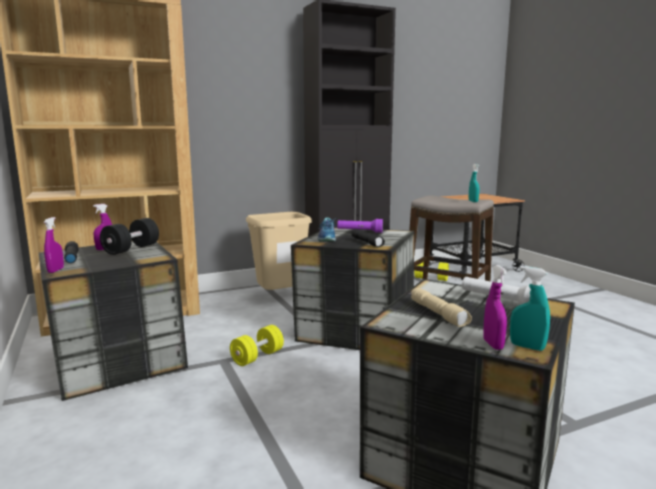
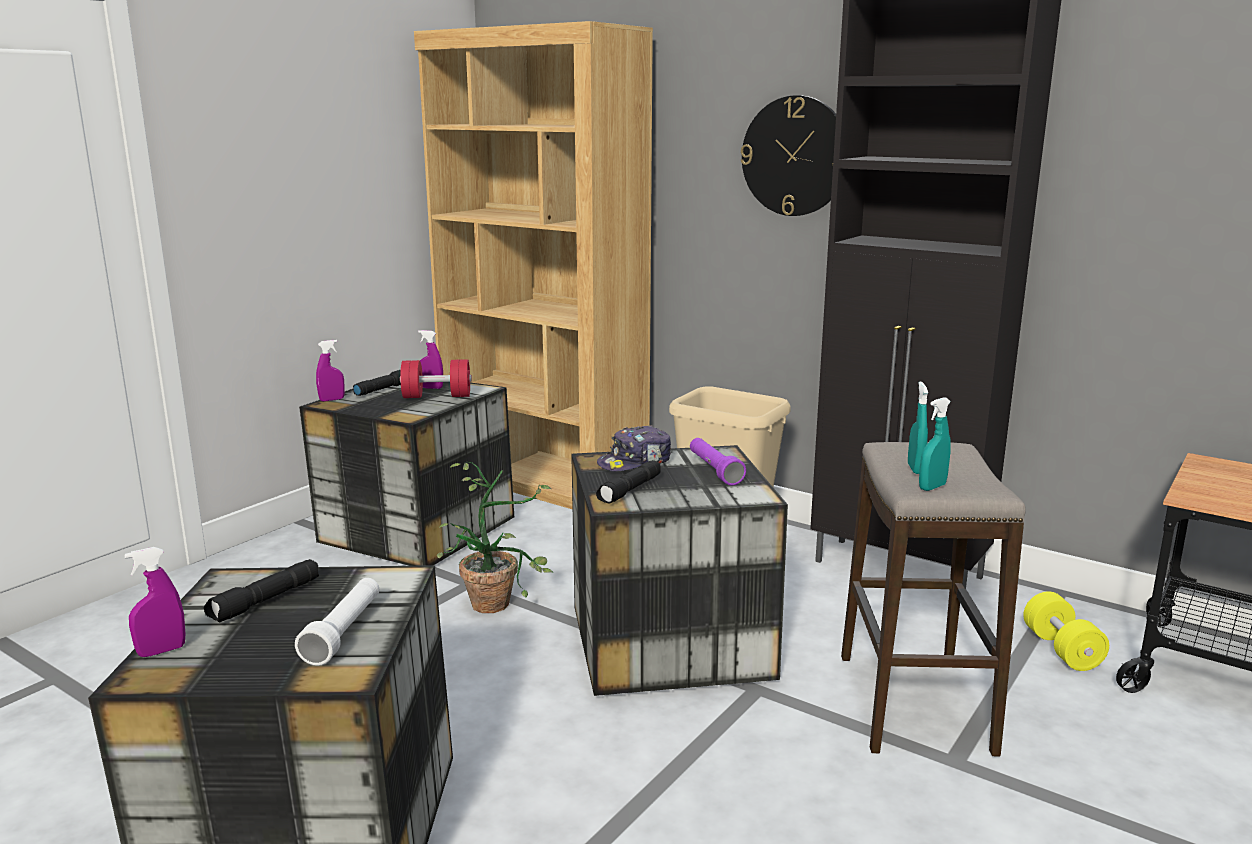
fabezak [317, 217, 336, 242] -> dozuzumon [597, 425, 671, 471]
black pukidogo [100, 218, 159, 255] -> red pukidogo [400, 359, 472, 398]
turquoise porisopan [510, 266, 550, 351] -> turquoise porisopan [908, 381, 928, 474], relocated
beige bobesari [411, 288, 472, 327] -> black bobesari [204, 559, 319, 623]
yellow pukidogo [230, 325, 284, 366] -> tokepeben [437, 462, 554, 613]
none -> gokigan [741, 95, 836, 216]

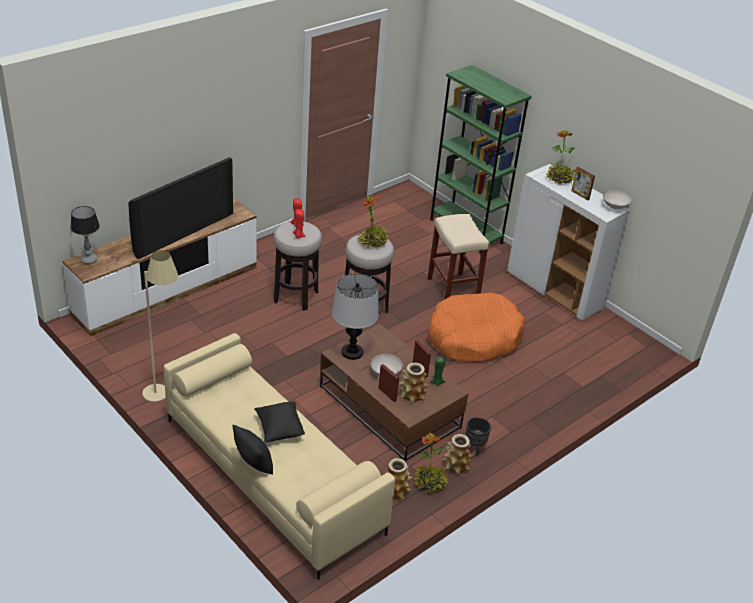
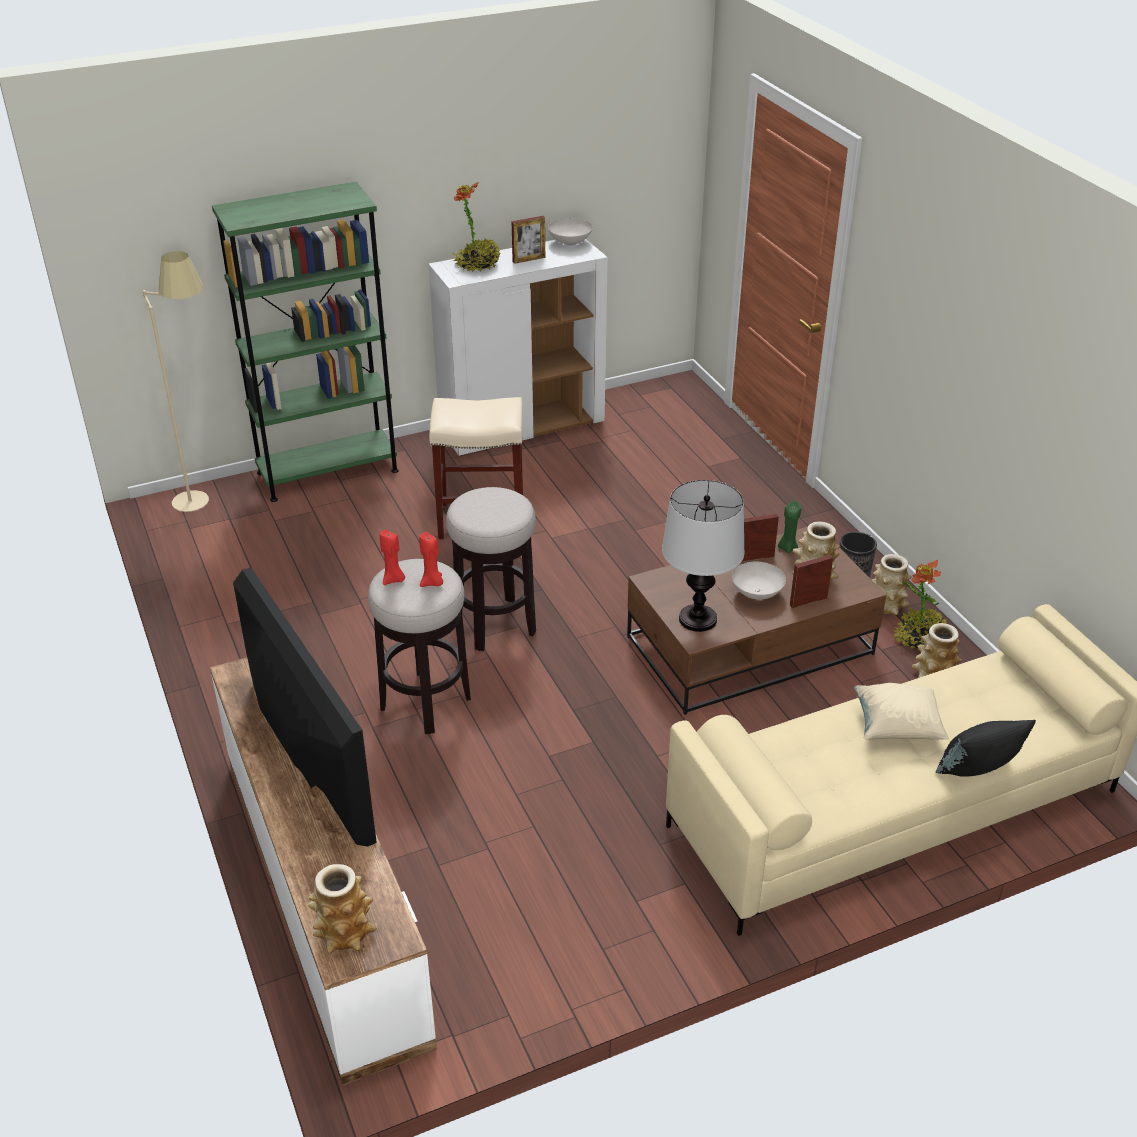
tokepeben [358, 195, 389, 249] -> none
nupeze [70, 206, 100, 264] -> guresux [308, 864, 376, 953]
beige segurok [142, 250, 178, 402] -> beige segurok [143, 251, 209, 512], relocated
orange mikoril [427, 293, 525, 363] -> none
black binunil [255, 401, 305, 442] -> beige binunil [854, 683, 949, 740]

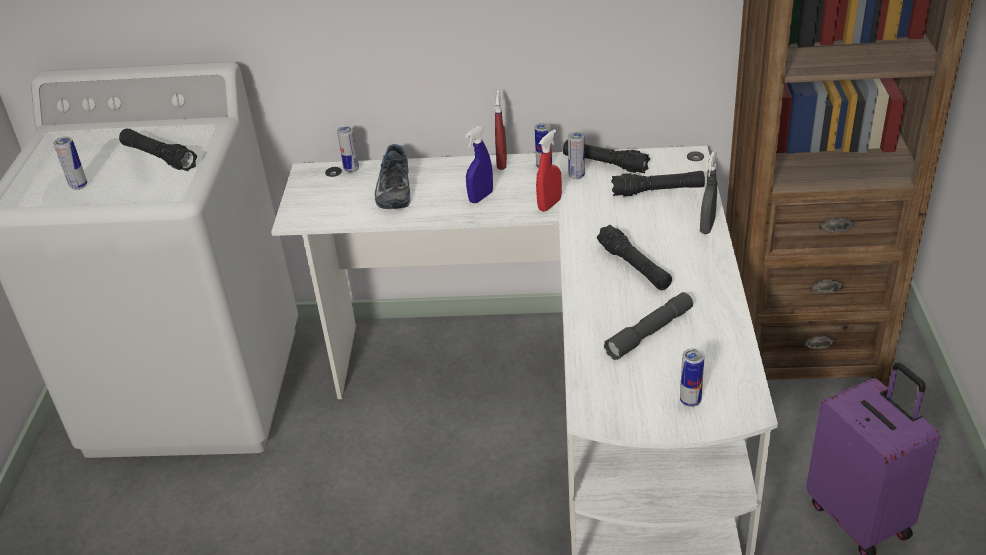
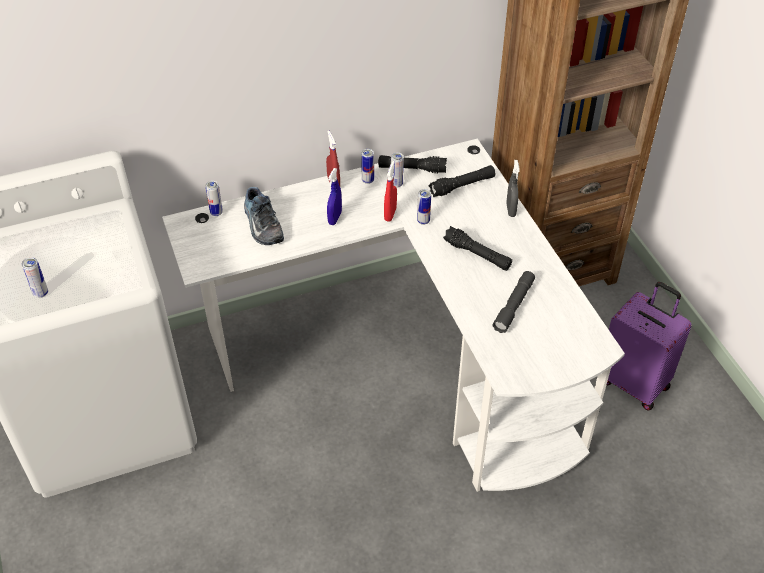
black bobesari [119, 128, 197, 171] -> none
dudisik [680, 349, 705, 407] -> dudisik [417, 189, 431, 225], relocated

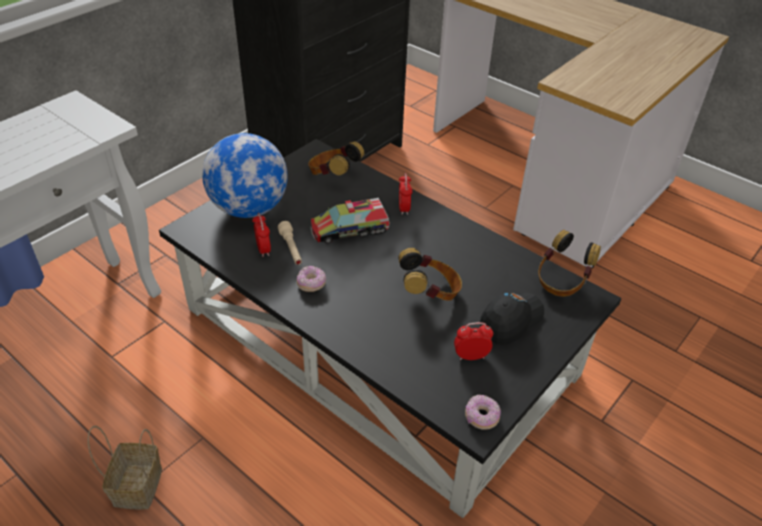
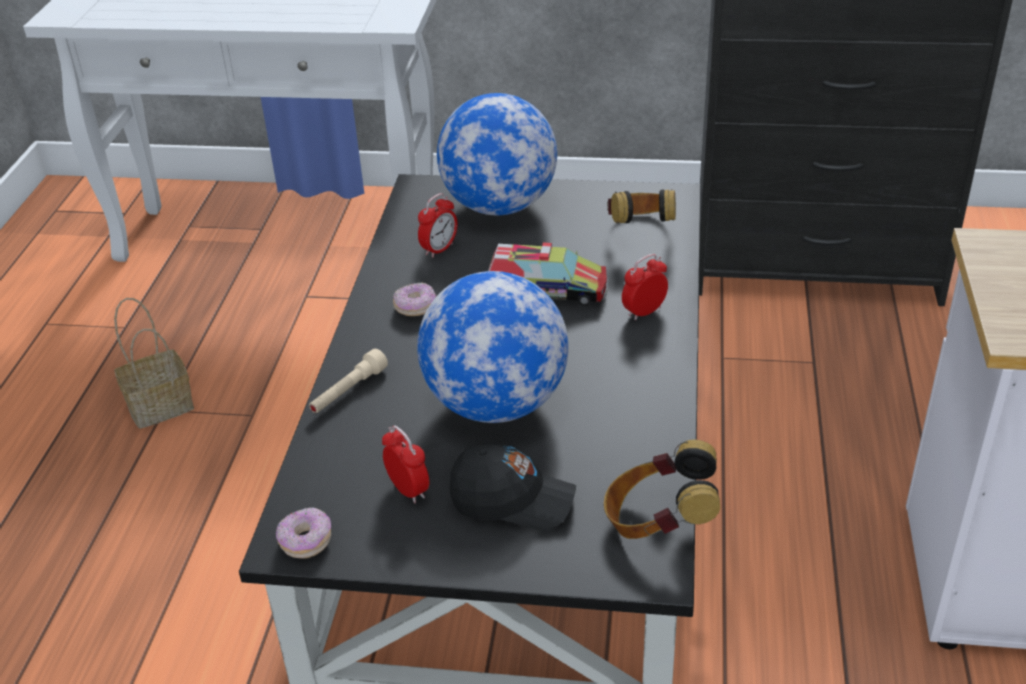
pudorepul [311, 198, 390, 244] -> pudorepul [488, 243, 608, 306], 150 degrees clockwise
beige bobesari [278, 221, 302, 265] -> beige bobesari [309, 349, 388, 413], relocated
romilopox [398, 248, 462, 301] -> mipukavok [417, 271, 569, 423]

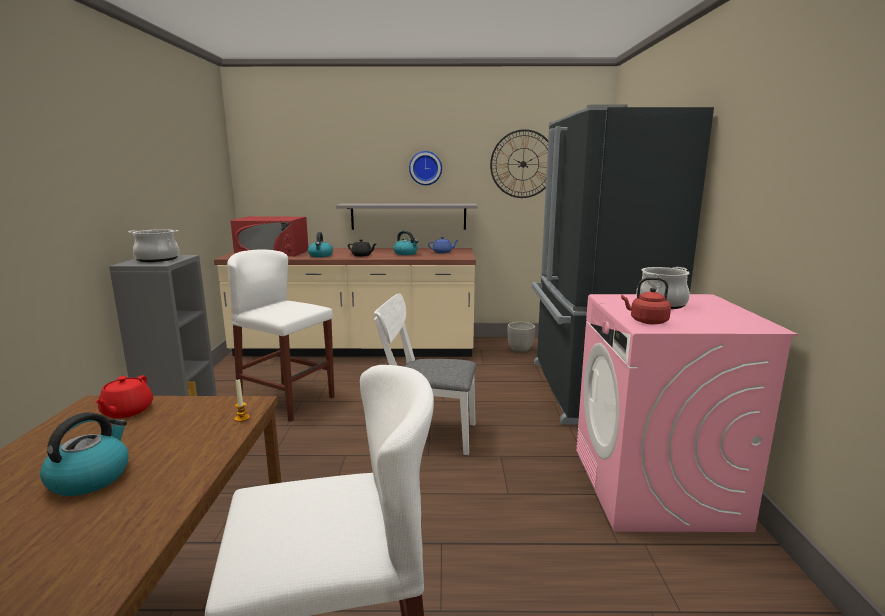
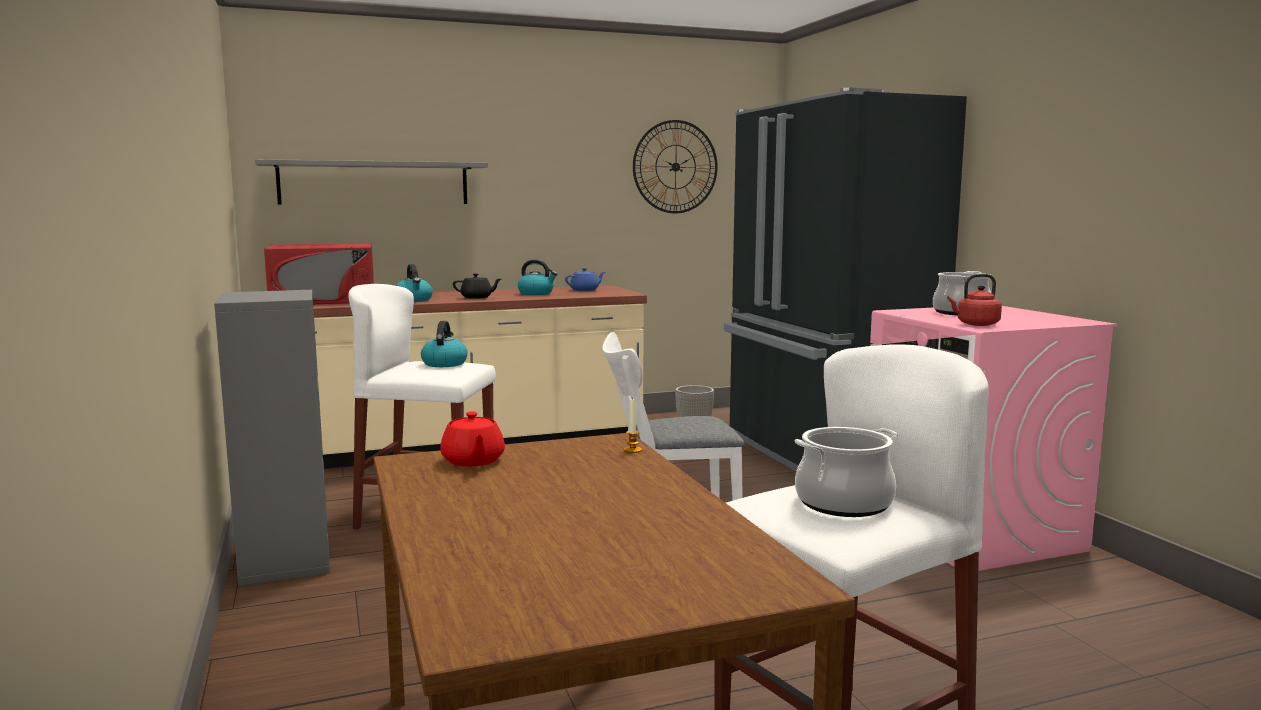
gokigan [409, 151, 442, 185] -> none
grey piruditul [336, 204, 478, 230] -> grey piruditul [255, 159, 488, 204], relocated
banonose [128, 229, 179, 262] -> banonose [795, 427, 898, 517], relocated
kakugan [40, 412, 129, 496] -> kakugan [421, 321, 468, 367], relocated

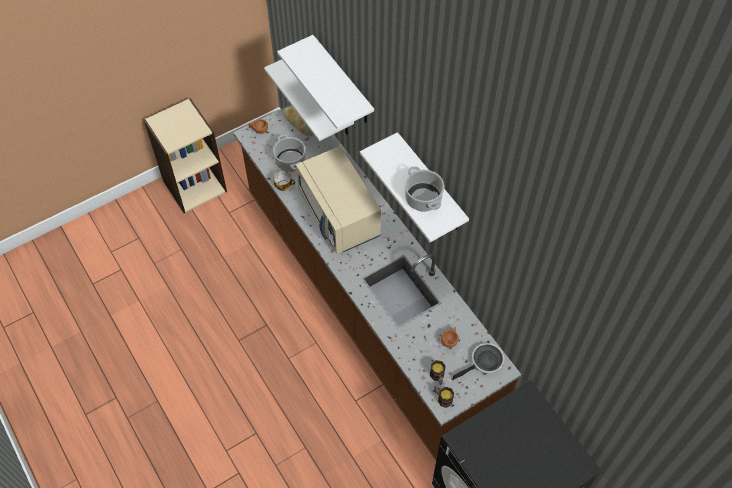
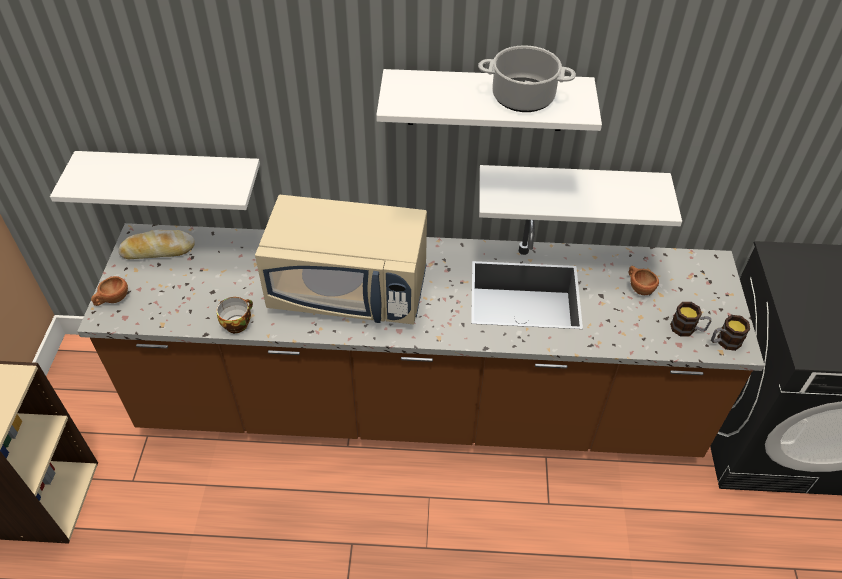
white piruditul [277, 35, 374, 130] -> white piruditul [479, 165, 682, 226], relocated
banonose [273, 134, 306, 172] -> none
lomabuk [453, 343, 504, 380] -> none

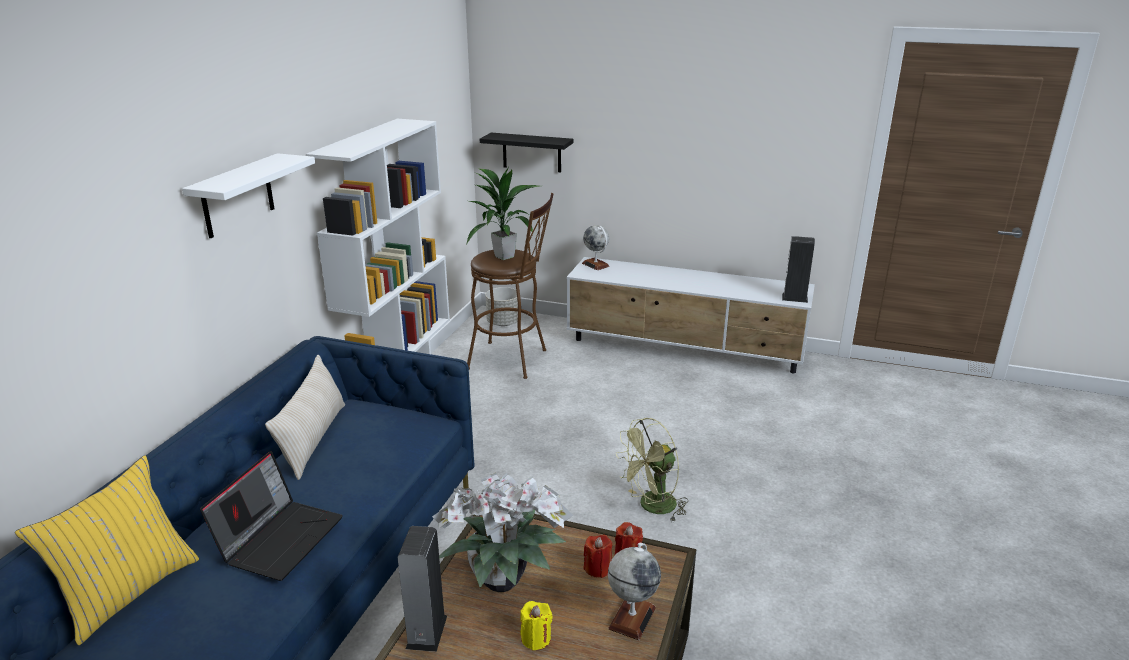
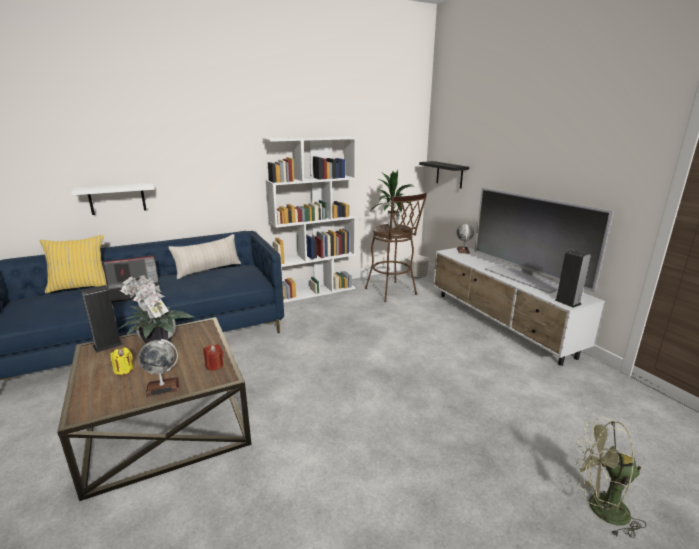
white piruditul [182, 153, 315, 238] -> white piruditul [71, 183, 155, 215], relocated
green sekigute [616, 418, 688, 522] -> green sekigute [574, 417, 646, 538], relocated
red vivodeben [584, 535, 612, 578] -> none
none -> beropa [475, 187, 613, 293]

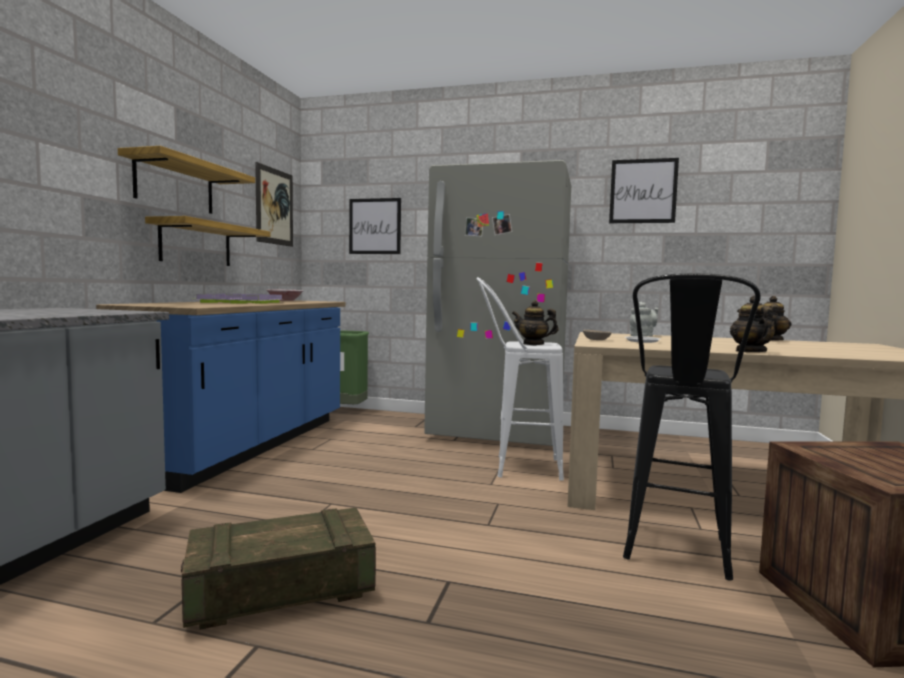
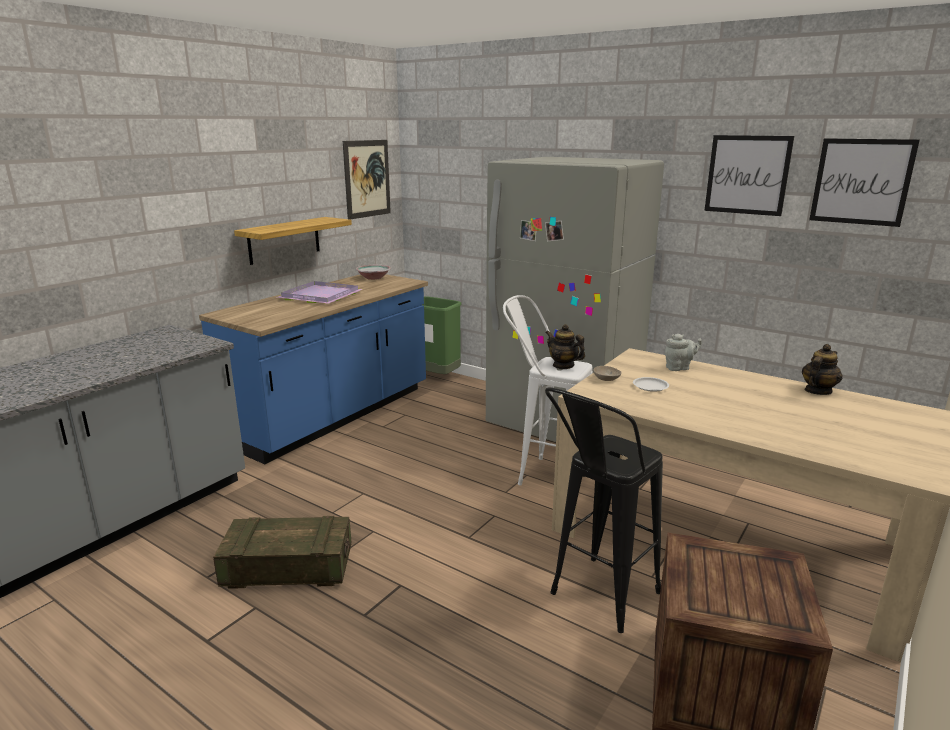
piruditul [118, 146, 255, 214] -> none
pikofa [349, 198, 401, 254] -> pikofa [809, 138, 920, 227], relocated
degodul [730, 296, 775, 352] -> none

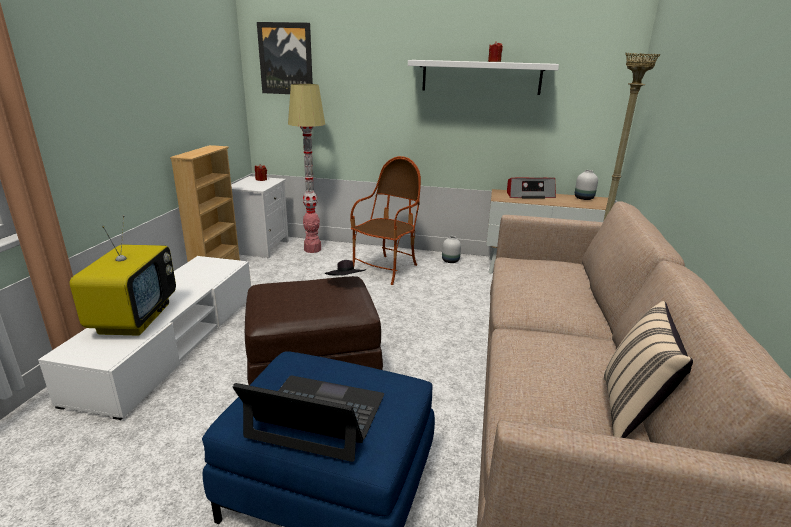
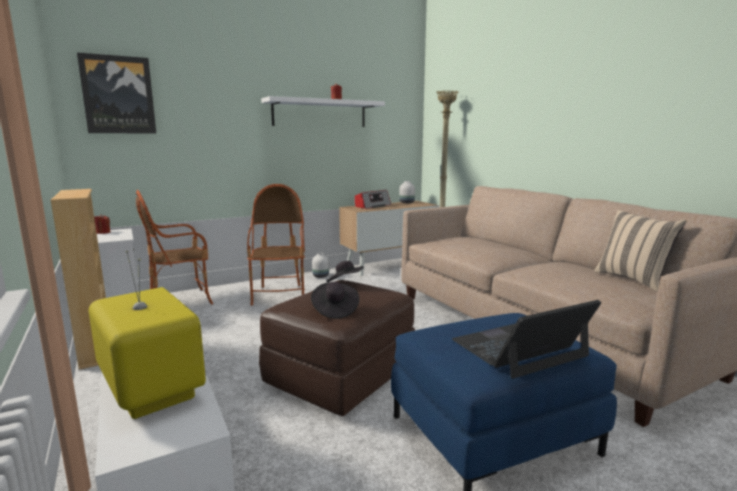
segurok [288, 84, 325, 253] -> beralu [136, 190, 213, 305]
none -> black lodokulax [311, 282, 359, 319]

